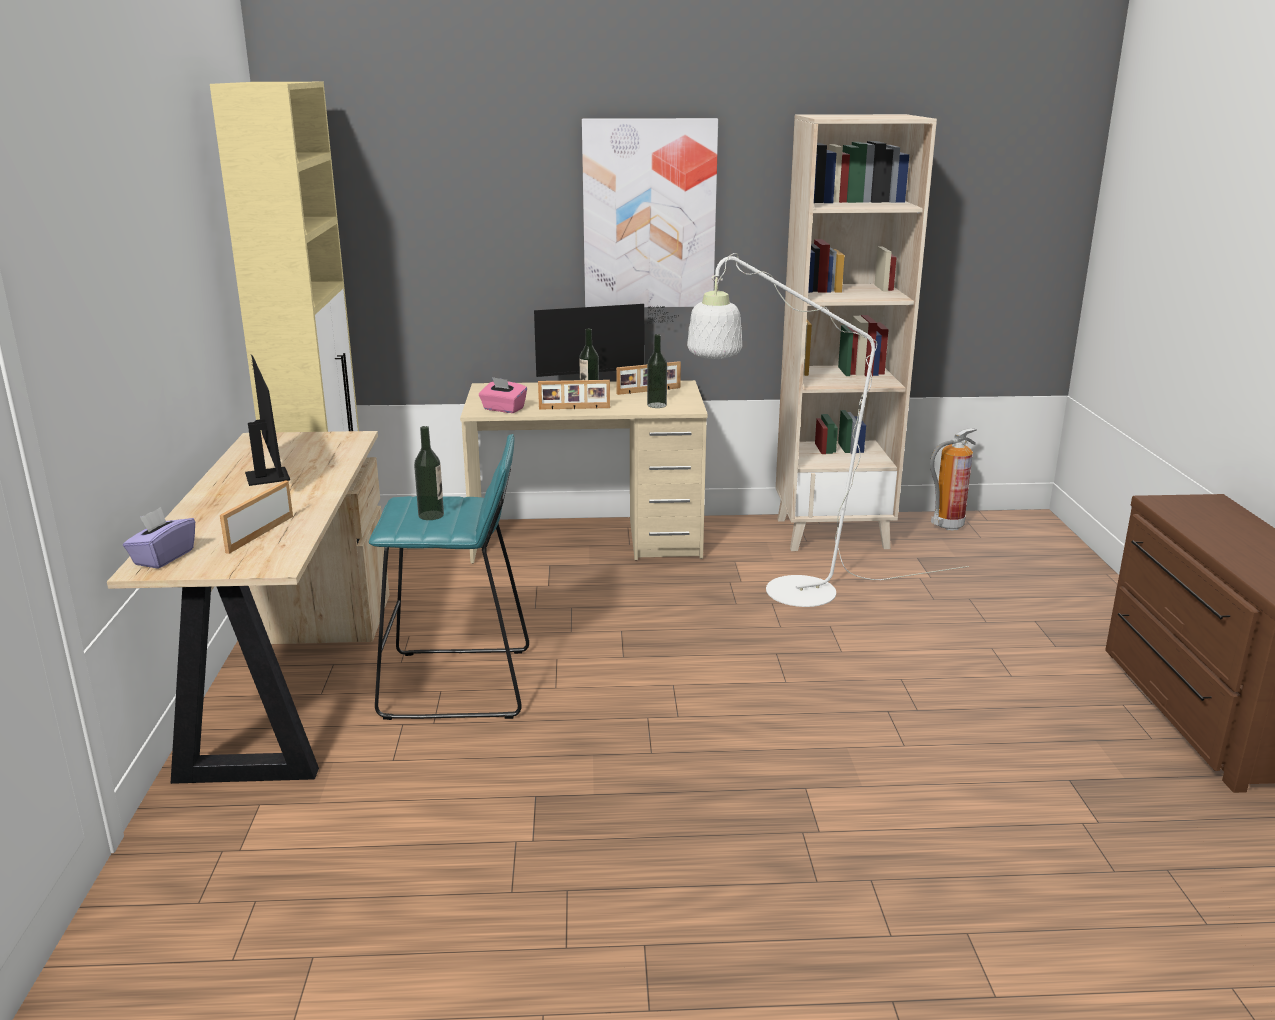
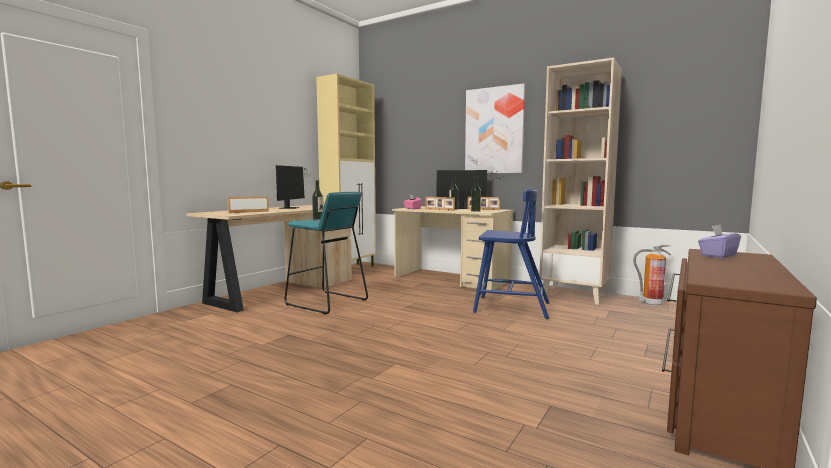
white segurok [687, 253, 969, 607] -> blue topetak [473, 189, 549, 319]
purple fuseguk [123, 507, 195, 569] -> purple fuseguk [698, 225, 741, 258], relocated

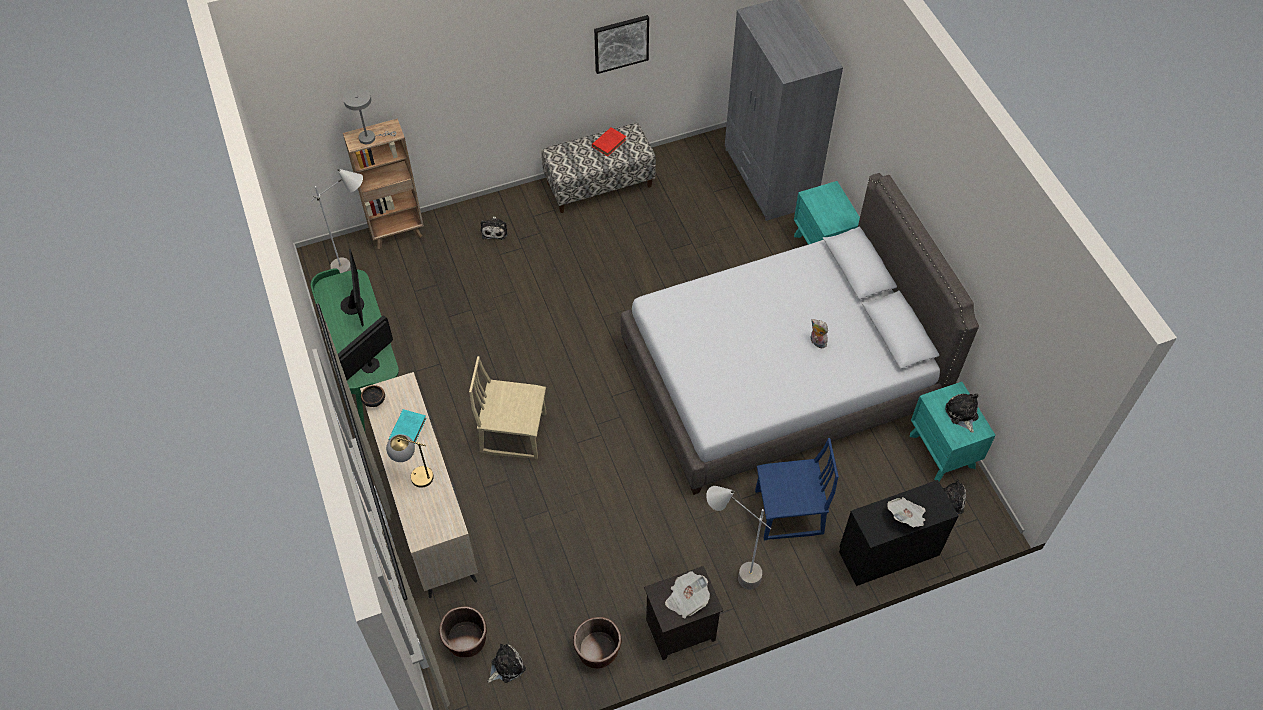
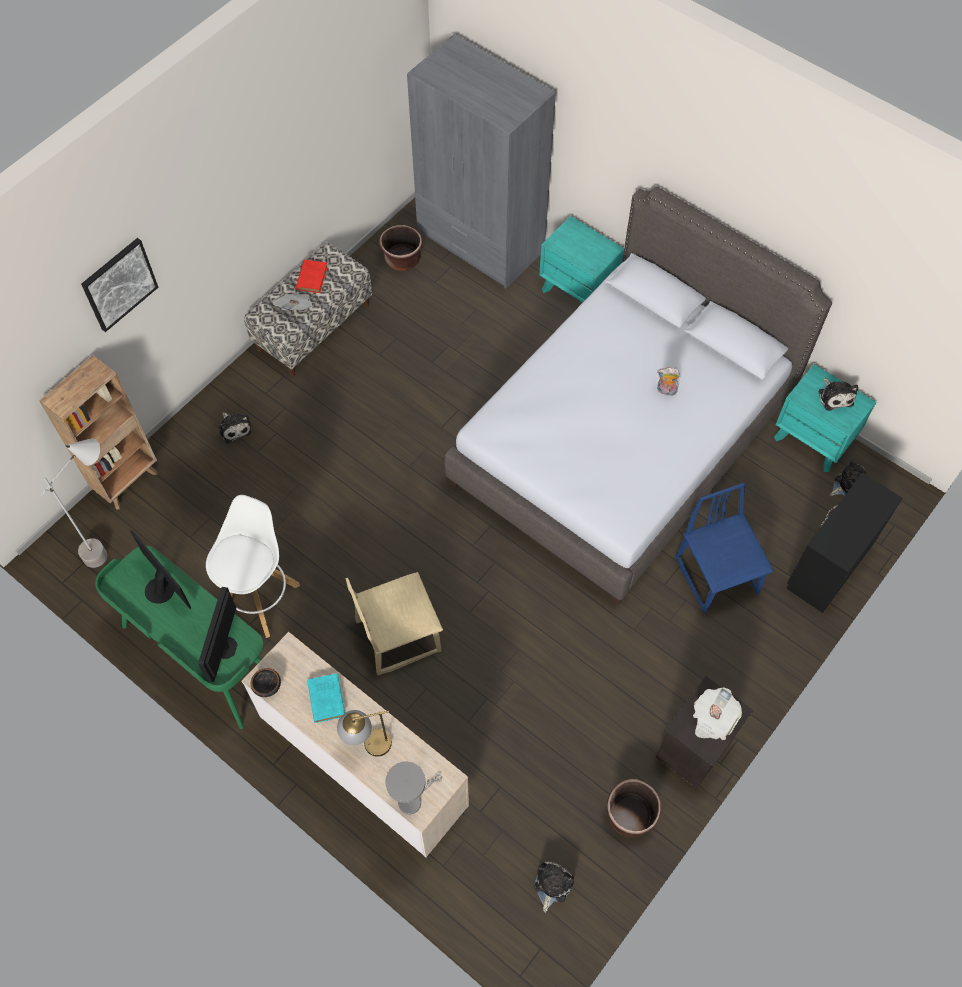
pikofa [594, 15, 649, 74] -> pikofa [81, 238, 158, 332], relocated
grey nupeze [343, 87, 396, 144] -> grey nupeze [385, 762, 442, 815], relocated
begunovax [945, 394, 979, 433] -> begunovax [819, 377, 858, 411], 150 degrees counterclockwise
blue topetak [755, 438, 839, 540] -> blue topetak [675, 483, 773, 613], 75 degrees counterclockwise
grey segurok [706, 486, 771, 590] -> none
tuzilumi [887, 497, 926, 527] -> tuzilumi [273, 293, 312, 310], relocated
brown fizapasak [439, 606, 487, 658] -> brown fizapasak [379, 225, 422, 271], relocated
none -> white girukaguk [206, 495, 300, 638]

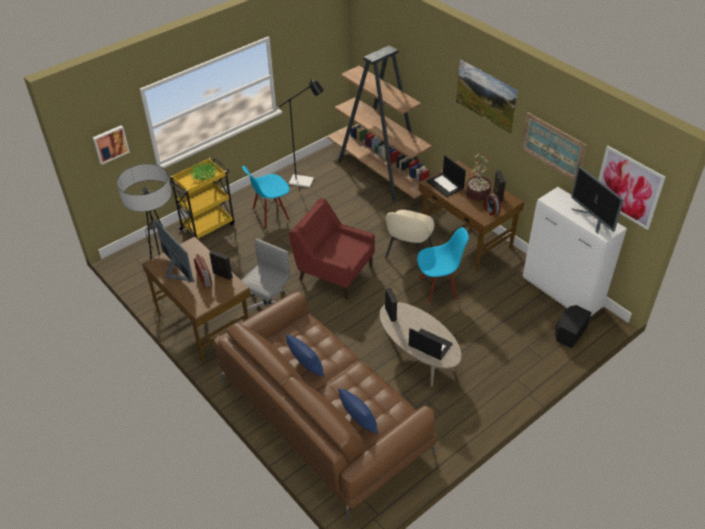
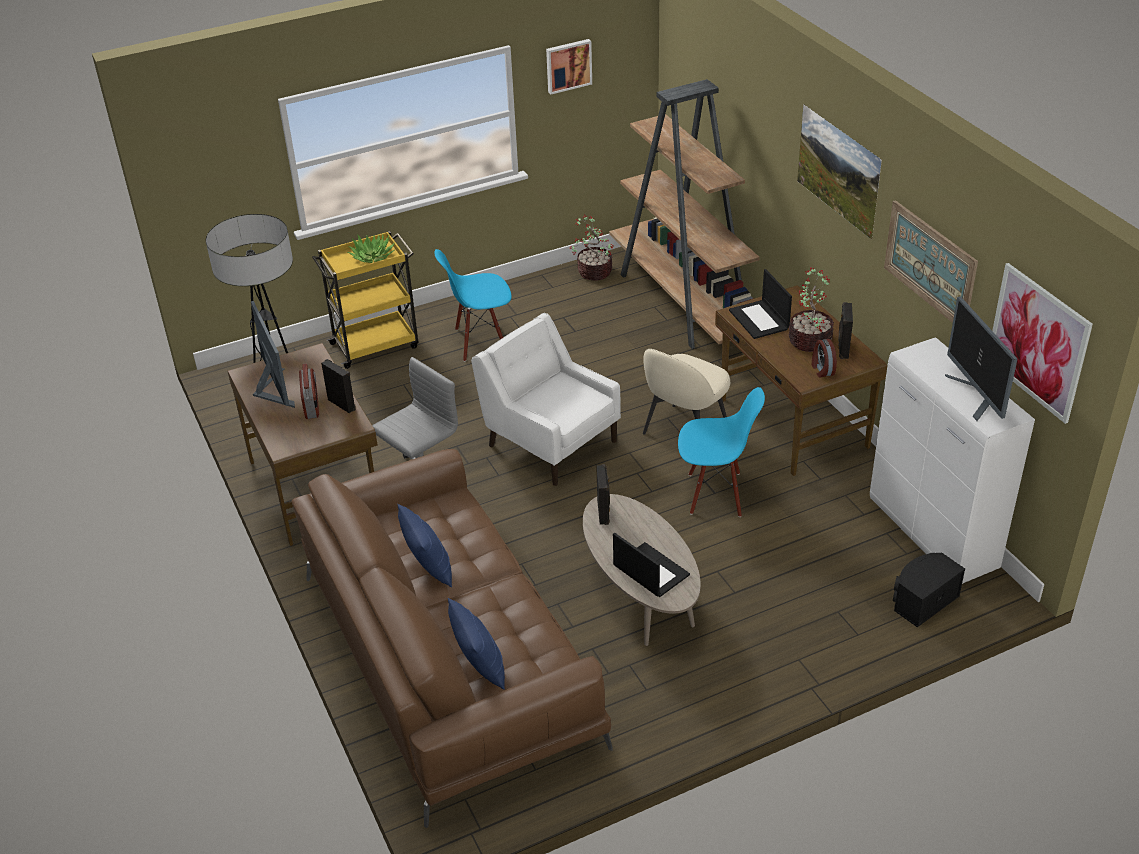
black segurok [274, 79, 324, 188] -> none
pikofa [92, 125, 129, 165] -> pikofa [546, 39, 592, 94], relocated
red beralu [289, 198, 375, 299] -> white beralu [471, 313, 621, 486]
none -> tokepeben [569, 215, 614, 281]

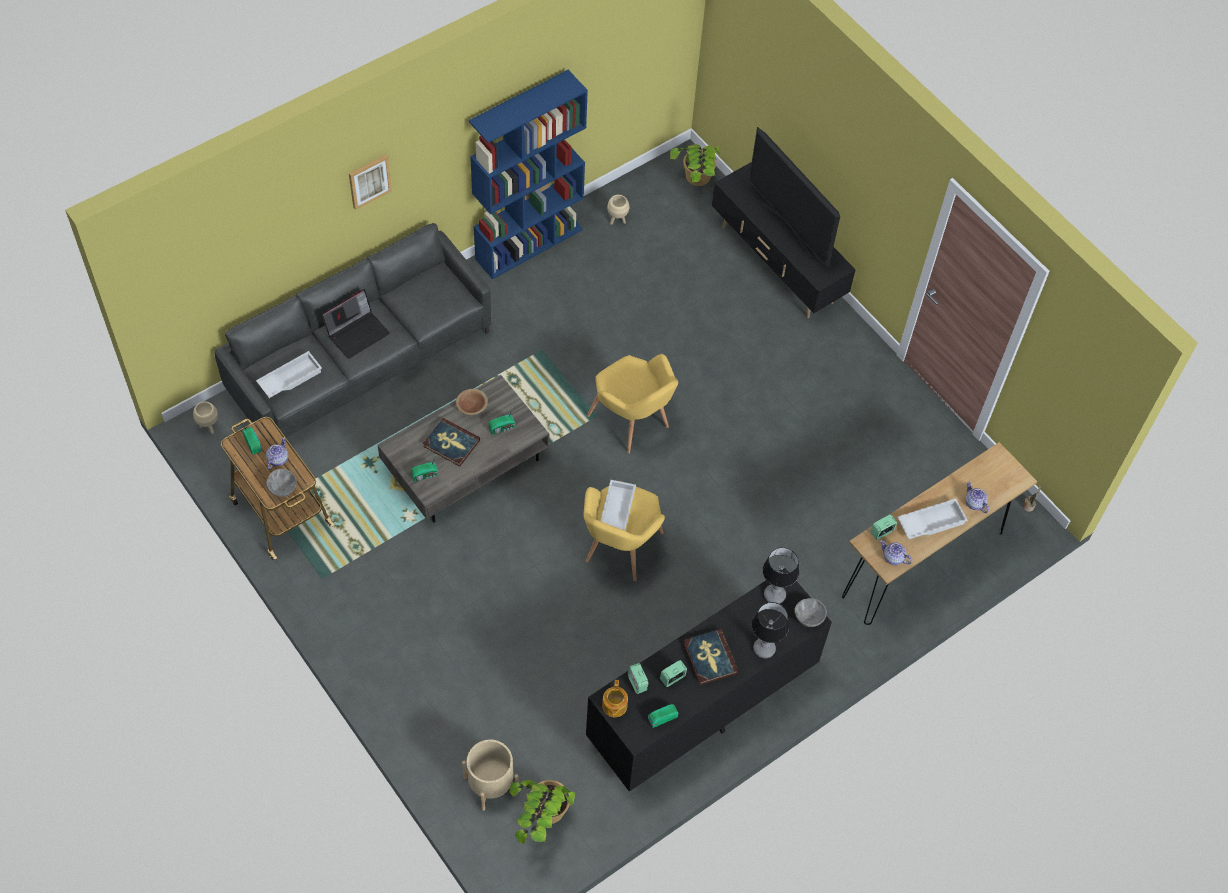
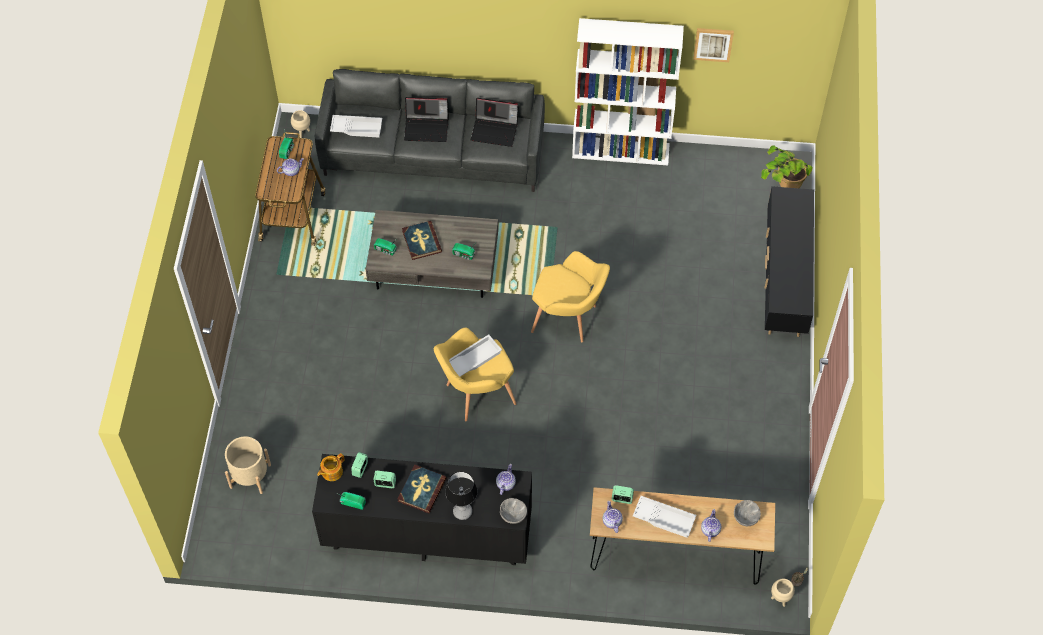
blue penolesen [469, 70, 588, 279] -> white penolesen [572, 18, 684, 165]
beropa [749, 127, 840, 268] -> none
pikofa [349, 154, 392, 210] -> pikofa [693, 28, 734, 62], relocated
beige fizapasak [607, 195, 629, 225] -> beige fizapasak [771, 578, 795, 607], relocated
yellow beralu [587, 354, 678, 453] -> yellow beralu [531, 251, 610, 342], 75 degrees counterclockwise
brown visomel [456, 389, 488, 415] -> none
grey visomel [266, 469, 297, 497] -> grey visomel [734, 500, 761, 526], relocated
nupeze [763, 547, 799, 604] -> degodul [496, 464, 516, 495]
tokepeben [509, 780, 575, 844] -> none
none -> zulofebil [471, 98, 519, 147]

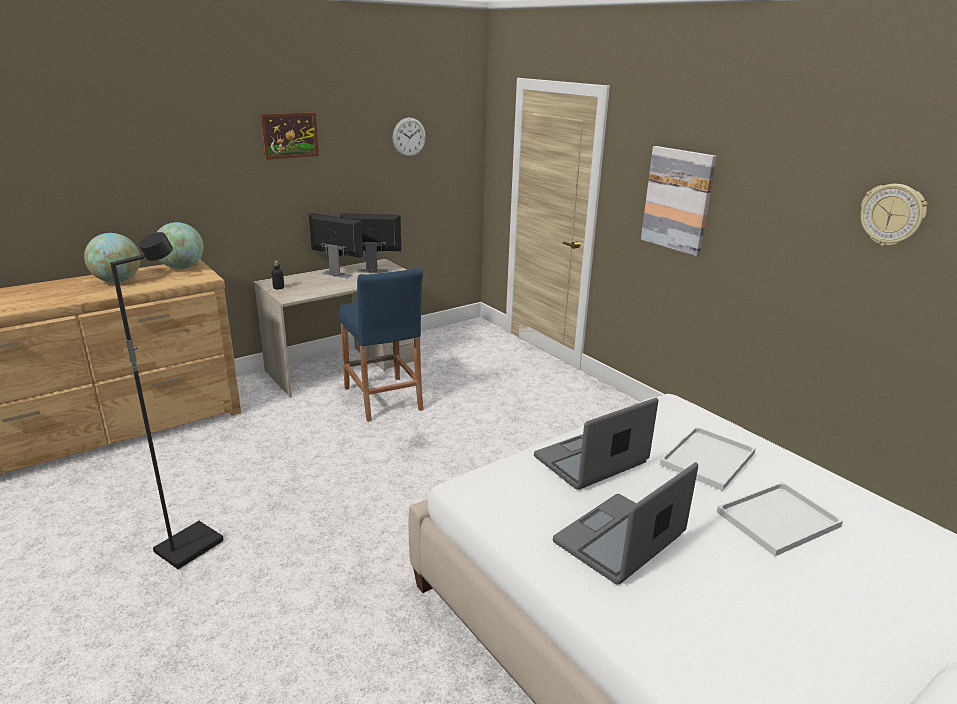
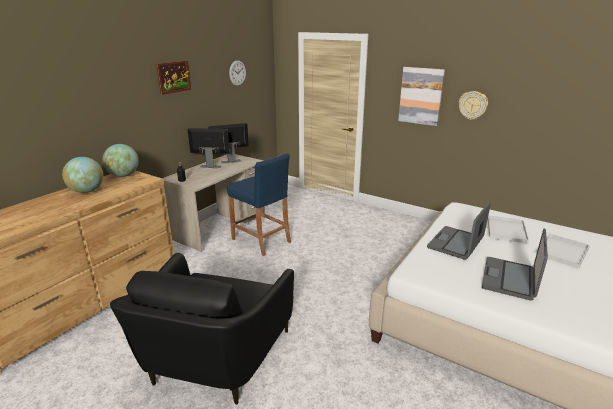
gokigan [860, 184, 928, 246] -> gokigan [459, 91, 488, 120], relocated
black segurok [110, 232, 224, 569] -> black beralu [110, 253, 294, 404]

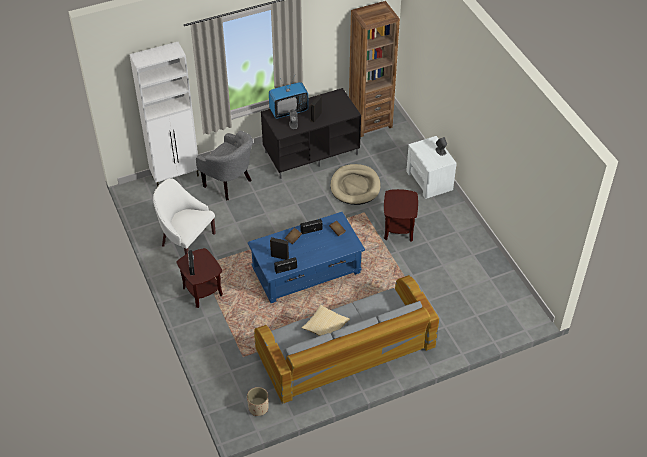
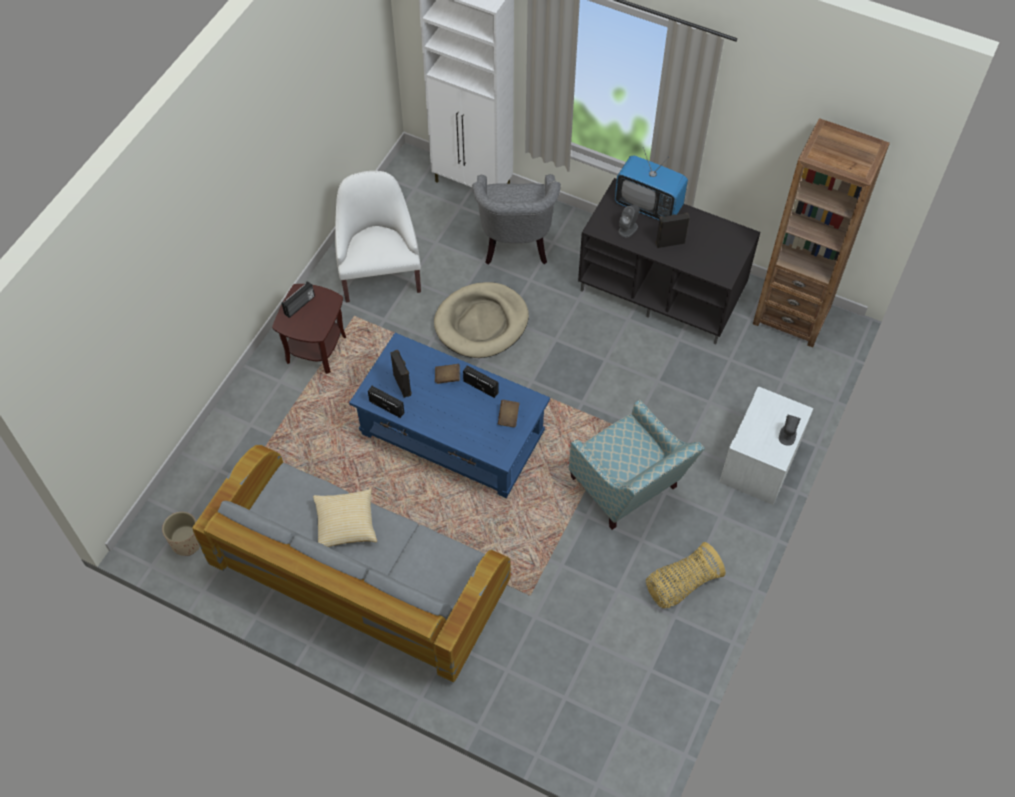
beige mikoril [330, 164, 381, 205] -> beige mikoril [434, 282, 529, 358], relocated
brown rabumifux [384, 189, 418, 241] -> beralu [569, 400, 705, 530]
none -> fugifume [646, 542, 725, 608]

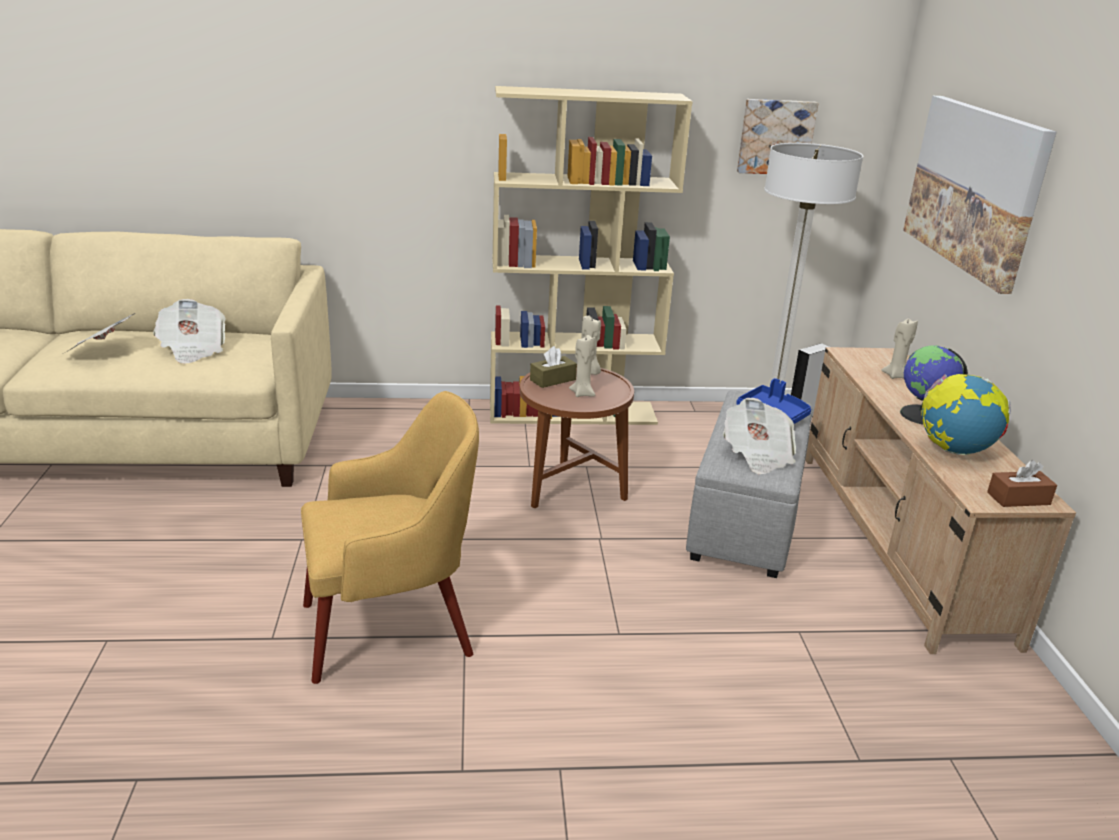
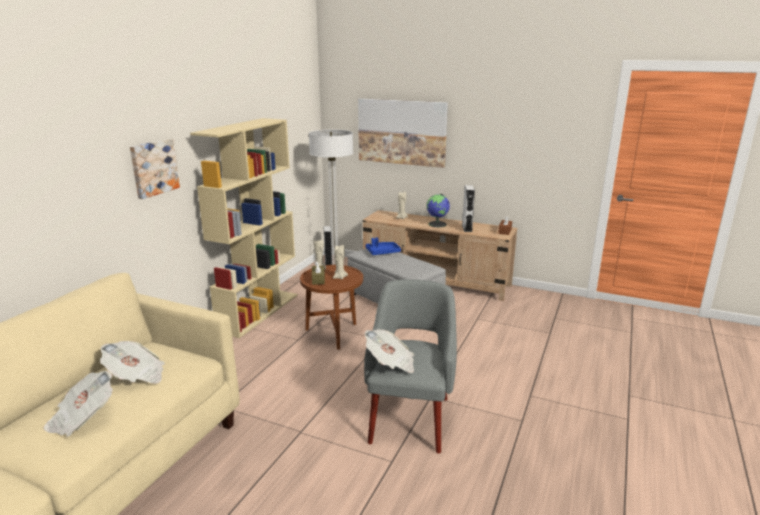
pikofa [737, 99, 819, 174] -> pikofa [130, 139, 180, 199], relocated
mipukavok [921, 374, 1011, 455] -> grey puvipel [462, 185, 475, 232]
yellow beralu [301, 391, 479, 684] -> grey beralu [364, 279, 457, 454]
tuzilumi [723, 398, 796, 474] -> tuzilumi [364, 329, 414, 373], relocated

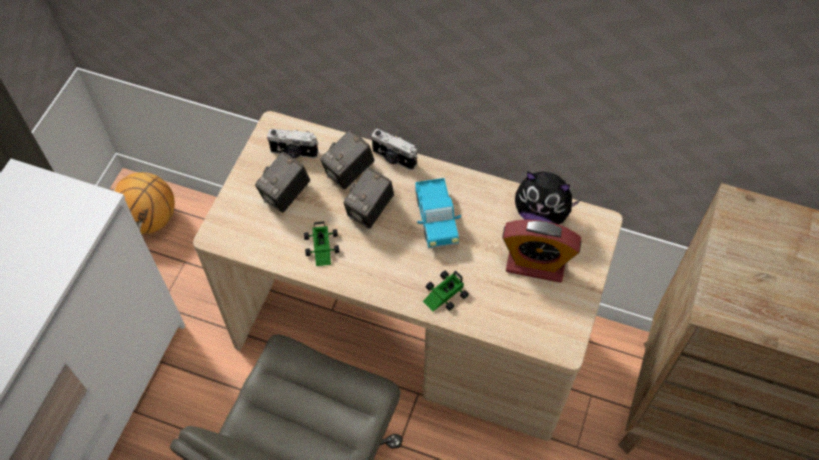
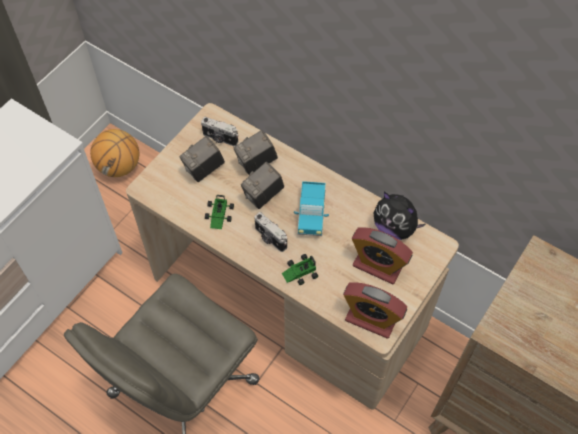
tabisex [372, 129, 417, 170] -> tabisex [254, 212, 287, 252], relocated
none -> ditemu [343, 282, 407, 339]

